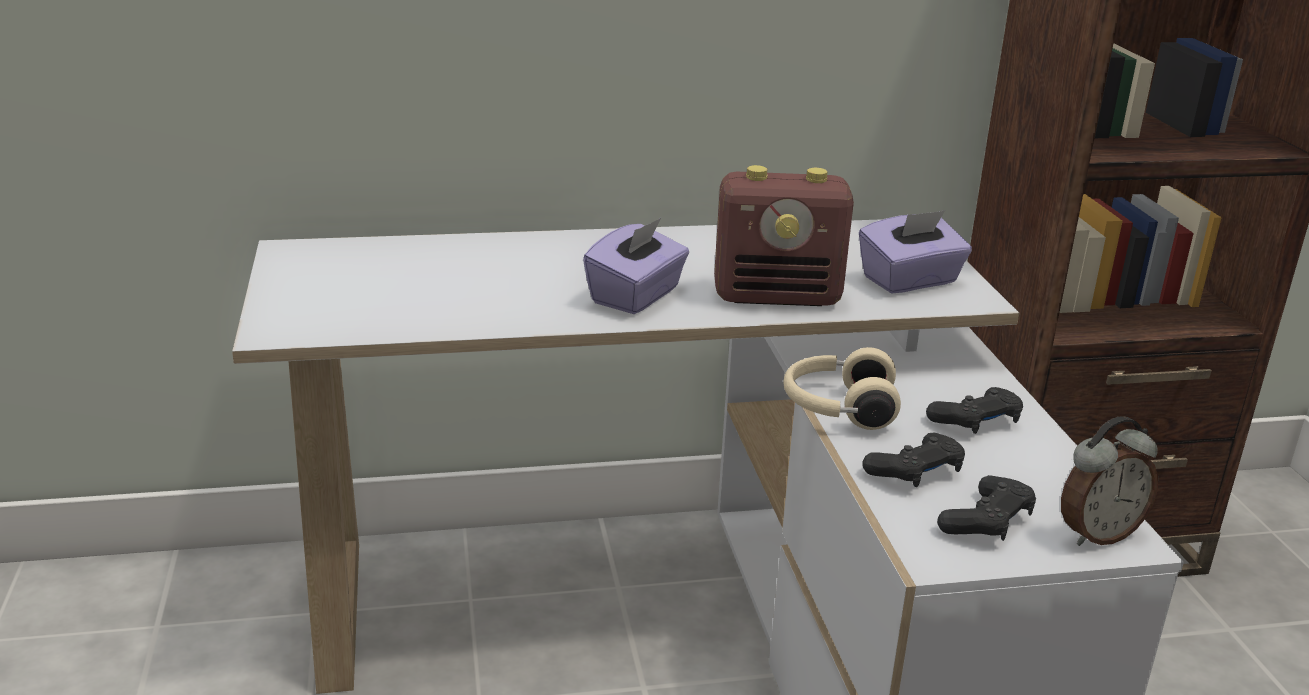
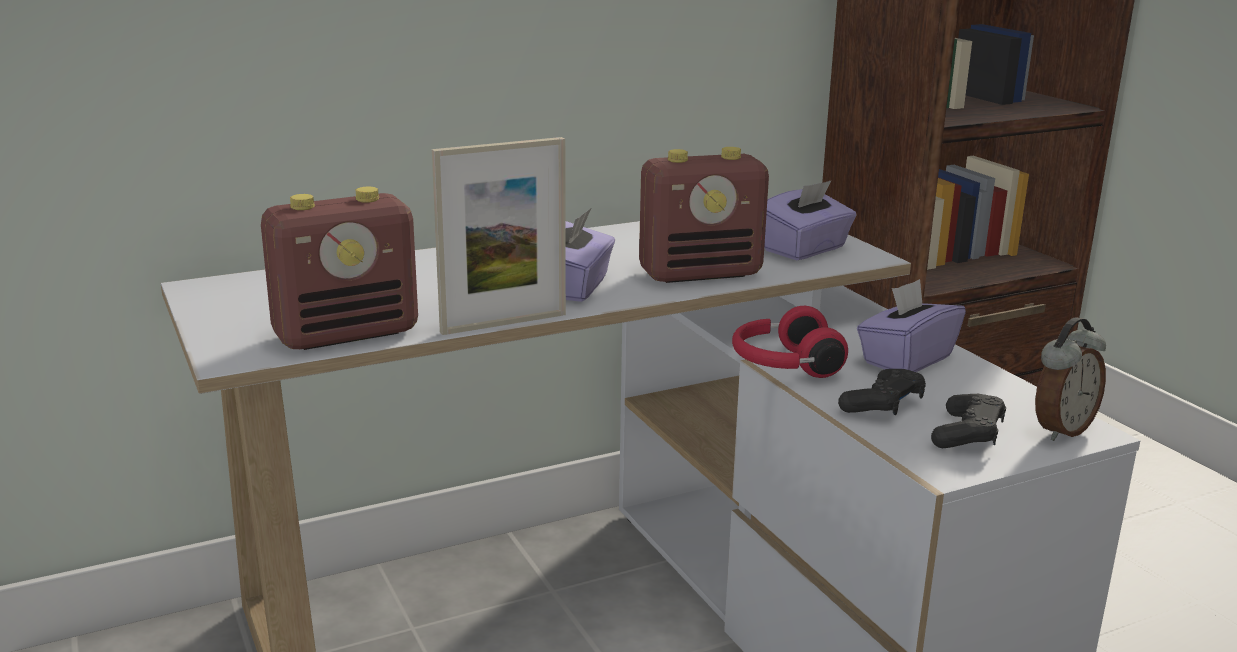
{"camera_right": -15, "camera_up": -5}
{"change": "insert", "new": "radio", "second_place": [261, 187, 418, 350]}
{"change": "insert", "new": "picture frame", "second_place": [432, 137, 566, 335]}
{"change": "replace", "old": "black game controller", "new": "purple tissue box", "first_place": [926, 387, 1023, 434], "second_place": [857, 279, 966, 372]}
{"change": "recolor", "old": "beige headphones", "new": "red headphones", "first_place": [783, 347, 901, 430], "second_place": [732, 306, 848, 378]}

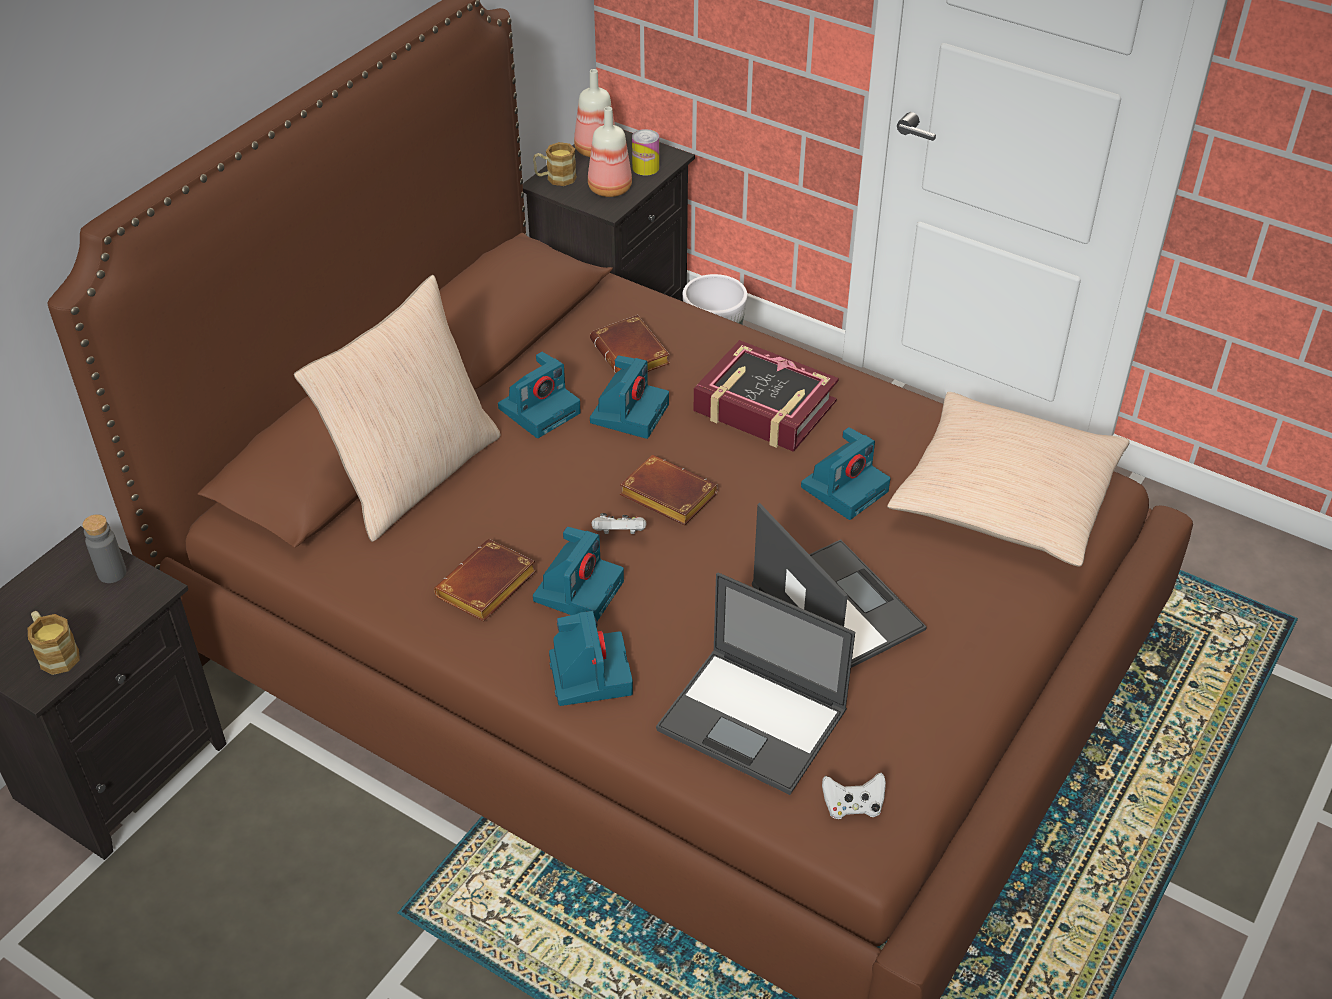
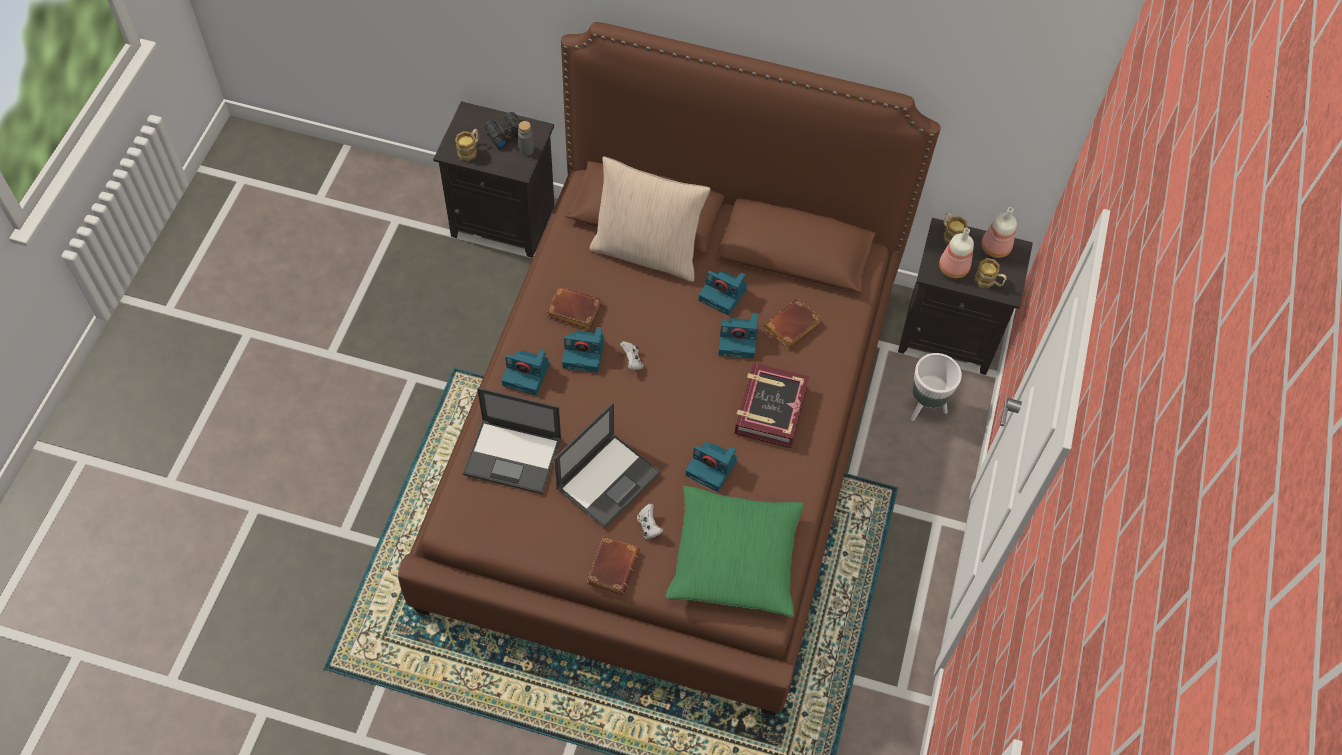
{"camera_right": 70, "camera_up": 15}
{"change": "insert", "new": "black binoculars", "second_place": [484, 112, 523, 149]}
{"change": "move", "old": "brown book", "first_place": [620, 455, 718, 525], "second_place": [587, 536, 640, 595]}
{"change": "move", "old": "white game controller", "first_place": [822, 773, 886, 819], "second_place": [637, 504, 664, 539]}
{"change": "replace", "old": "can", "new": "mug", "first_place": [632, 129, 659, 175], "second_place": [974, 258, 1006, 289]}
{"change": "recolor", "old": "beige pillow", "new": "green pillow", "first_place": [887, 392, 1130, 567], "second_place": [666, 486, 804, 617]}
{"change": "rotate", "old": "photo camera", "first_place": [549, 611, 633, 706], "second_place": [502, 349, 550, 395], "degrees": 45}
{"change": "rotate", "old": "laptop", "first_place": [656, 572, 855, 795], "second_place": [463, 387, 562, 494], "degrees": -90}

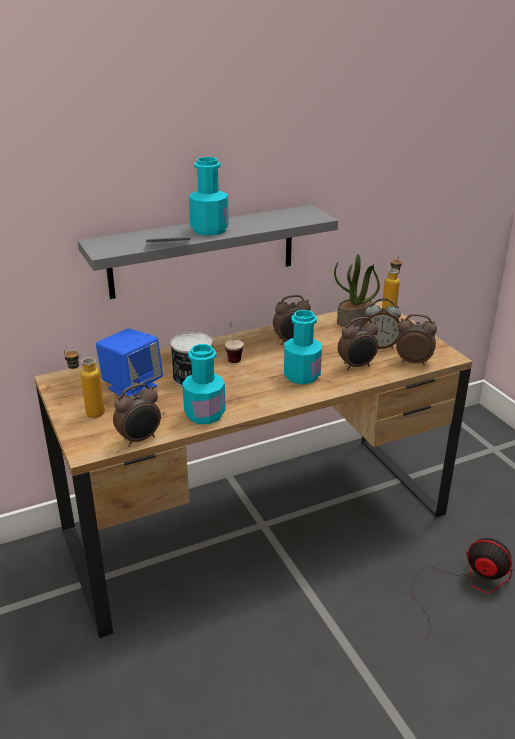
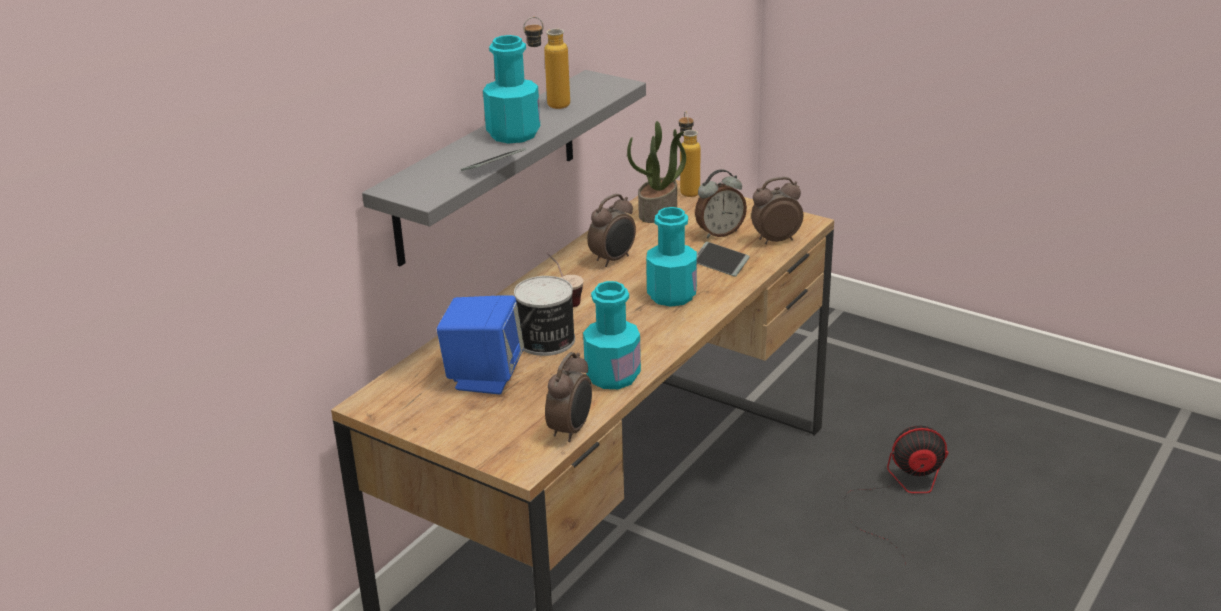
{"camera_right": -30, "camera_up": 0}
{"change": "move", "old": "bottle", "first_place": [64, 346, 105, 418], "second_place": [523, 17, 570, 109]}
{"change": "replace", "old": "alarm clock", "new": "phone", "first_place": [338, 317, 378, 370], "second_place": [697, 242, 750, 276]}

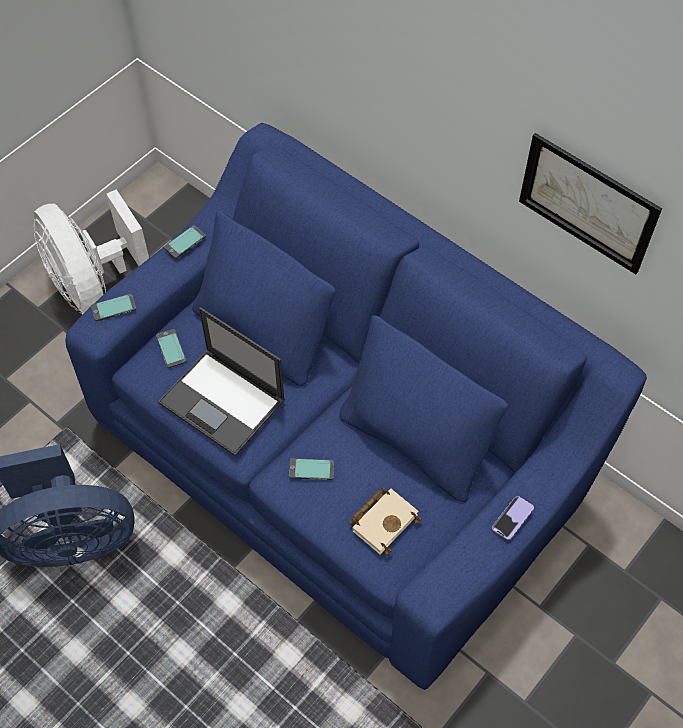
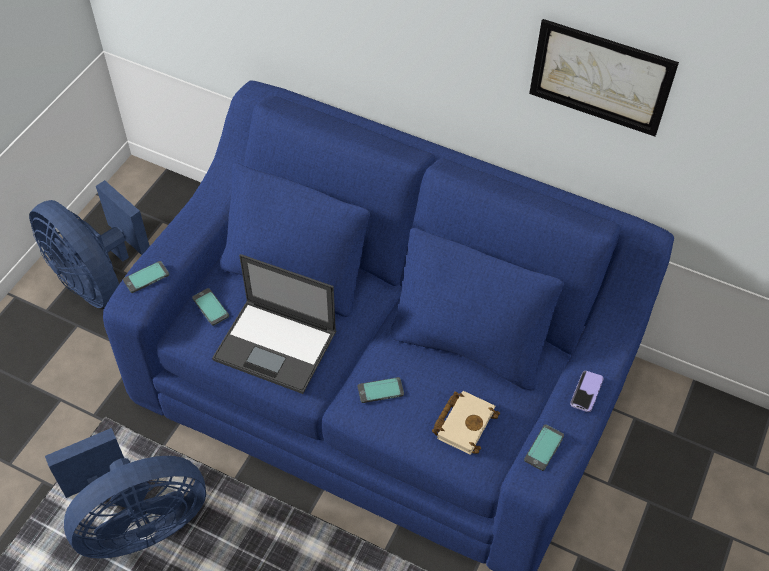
{"camera_right": -15, "camera_up": -5}
{"change": "move", "old": "phone", "first_place": [164, 225, 206, 259], "second_place": [524, 424, 564, 471]}
{"change": "recolor", "old": "white fan", "new": "blue fan", "first_place": [33, 189, 149, 315], "second_place": [29, 180, 150, 308]}

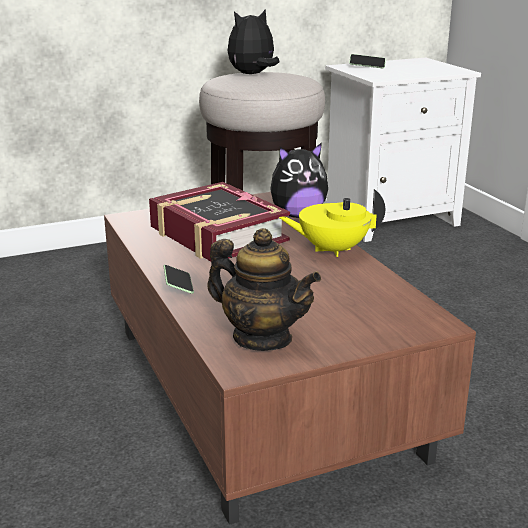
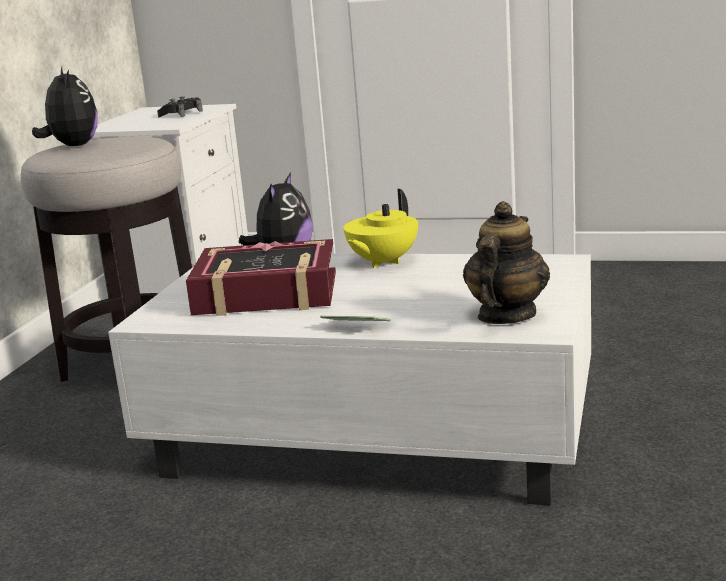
{"camera_right": -50, "camera_up": -5}
{"change": "delete", "old": "phone", "first_place": [349, 54, 386, 68]}
{"change": "insert", "new": "black game controller", "second_place": [157, 96, 203, 117]}
{"change": "recolor", "old": "brown coffee table", "new": "white coffee table", "first_place": [104, 192, 476, 525], "second_place": [108, 254, 591, 506]}
{"change": "rotate", "old": "teapot", "first_place": [207, 228, 321, 351], "second_place": [463, 201, 550, 324], "degrees": -45}
{"change": "rotate", "old": "plush toy", "first_place": [228, 10, 280, 74], "second_place": [32, 67, 98, 146], "degrees": 150}

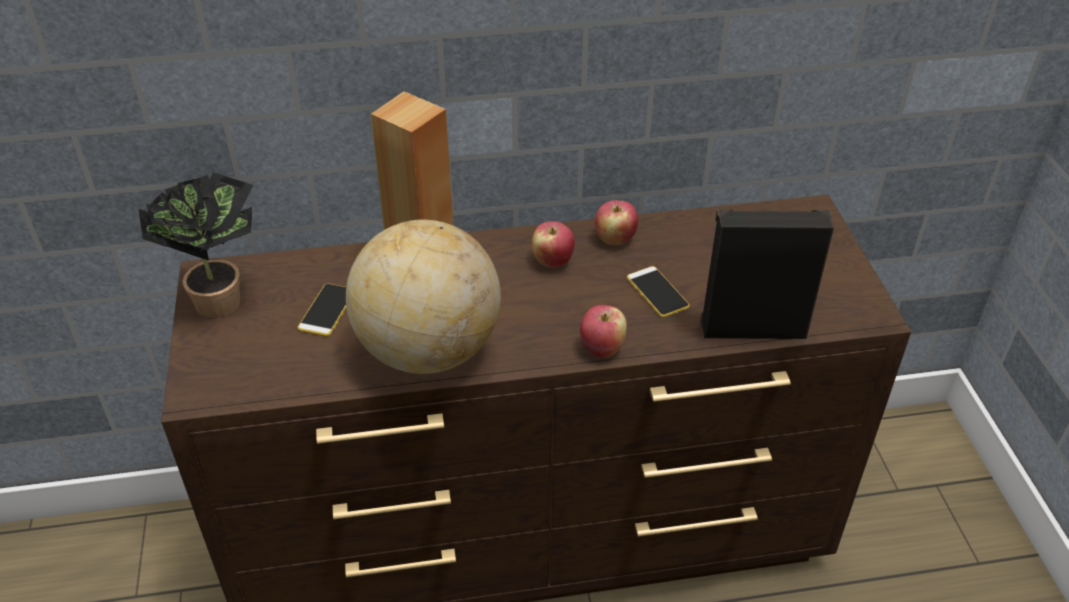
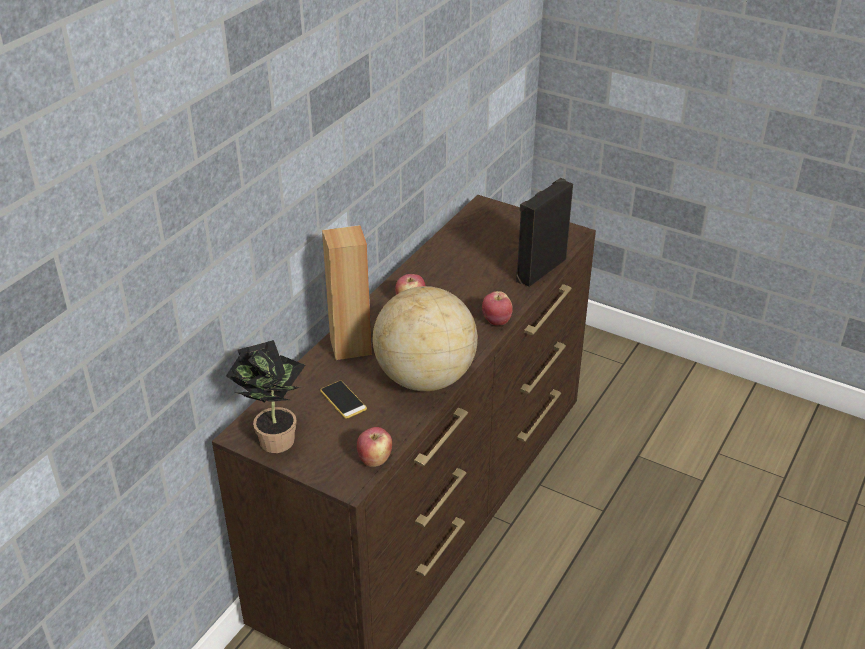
{"camera_right": -50, "camera_up": -5}
{"change": "delete", "old": "phone", "first_place": [627, 266, 690, 318]}
{"change": "move", "old": "apple", "first_place": [595, 200, 638, 245], "second_place": [357, 427, 392, 467]}

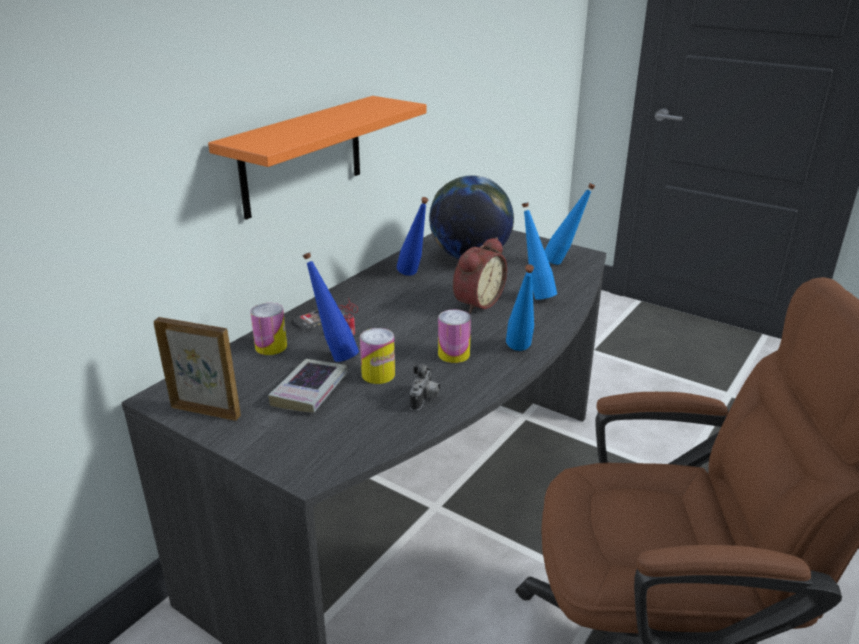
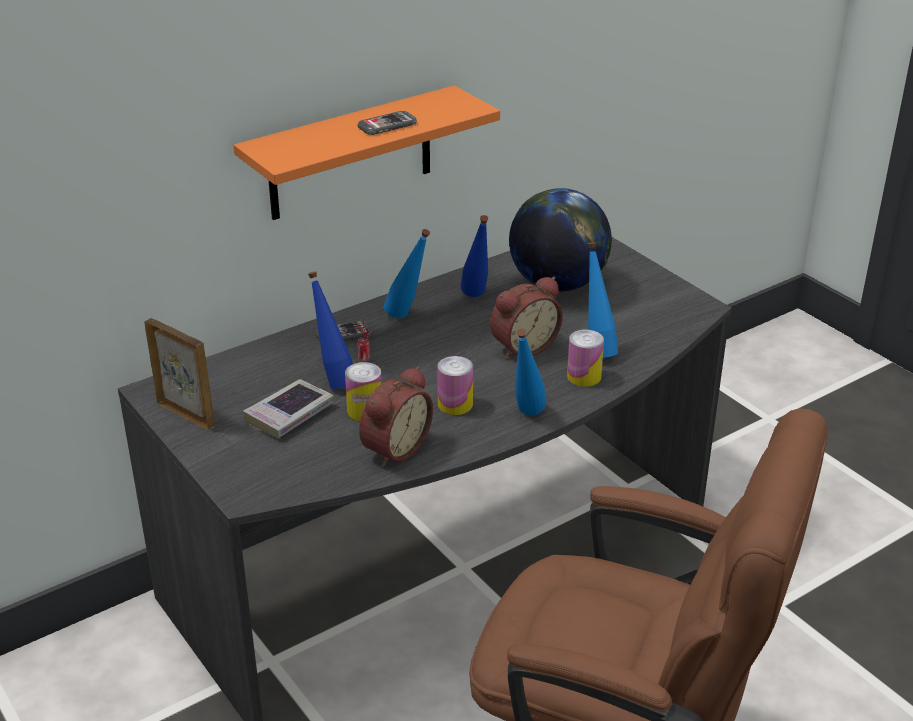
{"camera_right": 20, "camera_up": 5}
{"change": "insert", "new": "phone", "second_place": [357, 111, 417, 135]}
{"change": "move", "old": "can", "first_place": [250, 303, 287, 355], "second_place": [567, 330, 604, 387]}
{"change": "move", "old": "blue bottle", "first_place": [544, 183, 595, 265], "second_place": [384, 229, 430, 318]}
{"change": "replace", "old": "photo camera", "new": "alarm clock", "first_place": [410, 364, 440, 411], "second_place": [359, 366, 433, 467]}

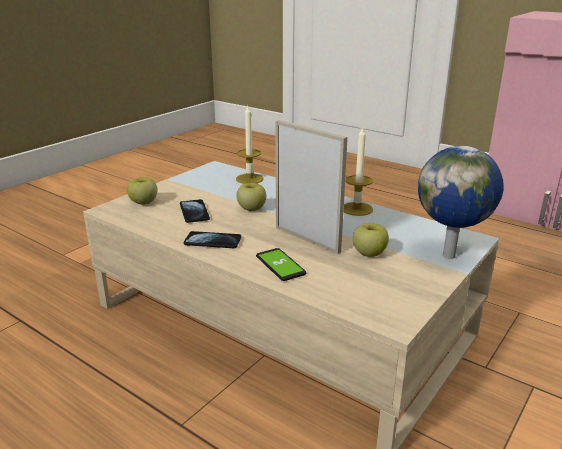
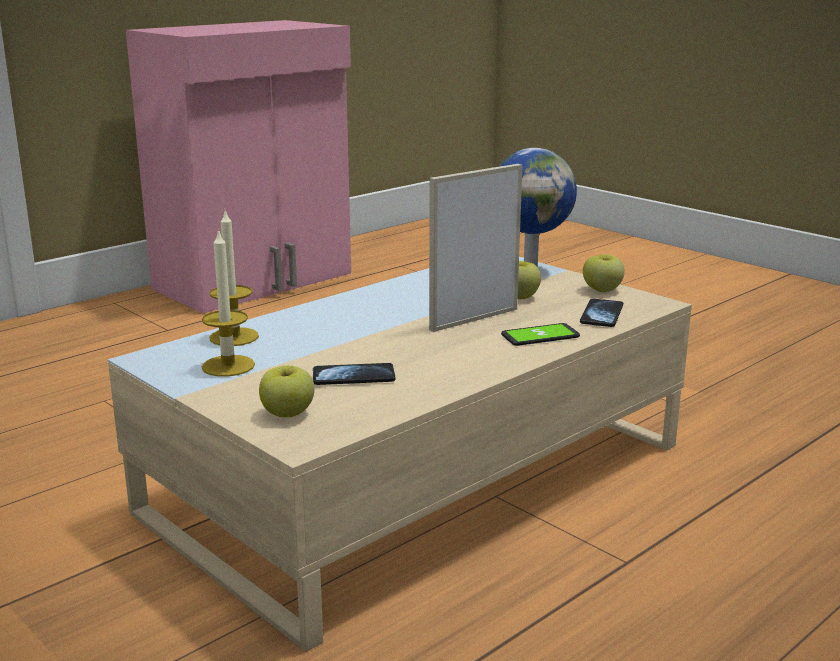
{"camera_right": -80, "camera_up": -5}
{"change": "move", "old": "phone", "first_place": [184, 231, 241, 248], "second_place": [580, 299, 623, 327]}
{"change": "move", "old": "apple", "first_place": [237, 183, 266, 211], "second_place": [583, 254, 625, 292]}
{"change": "move", "old": "candle", "first_place": [344, 126, 373, 216], "second_place": [202, 229, 255, 377]}

